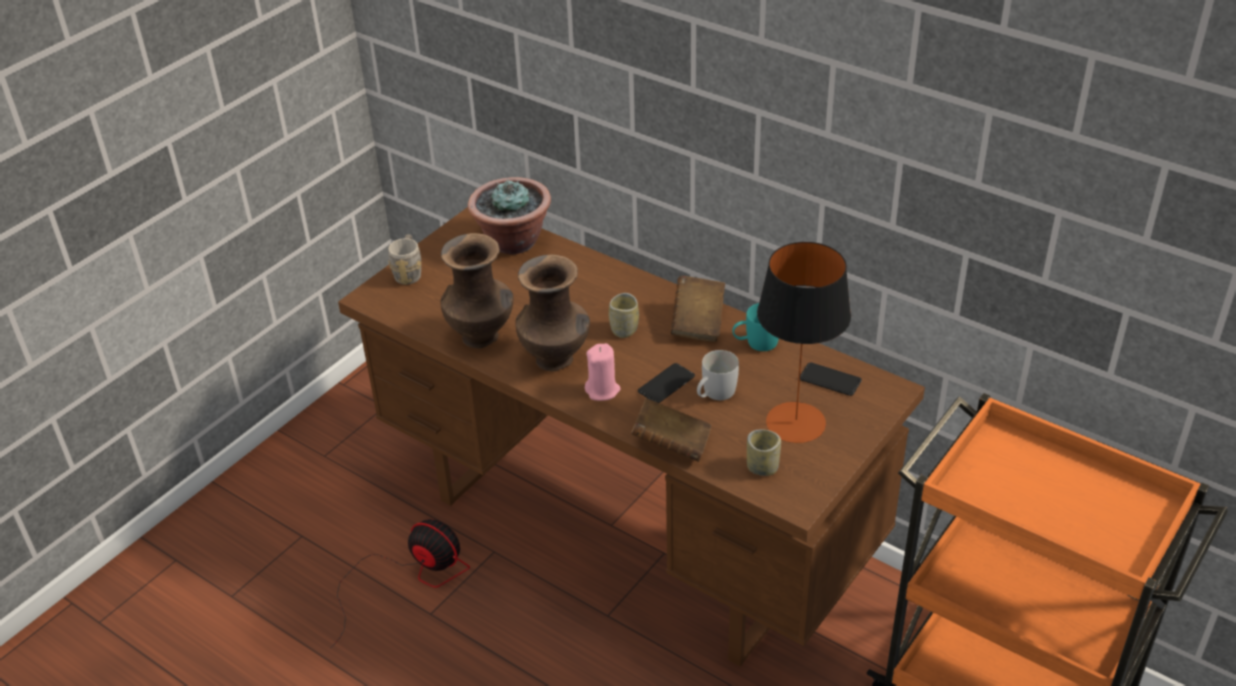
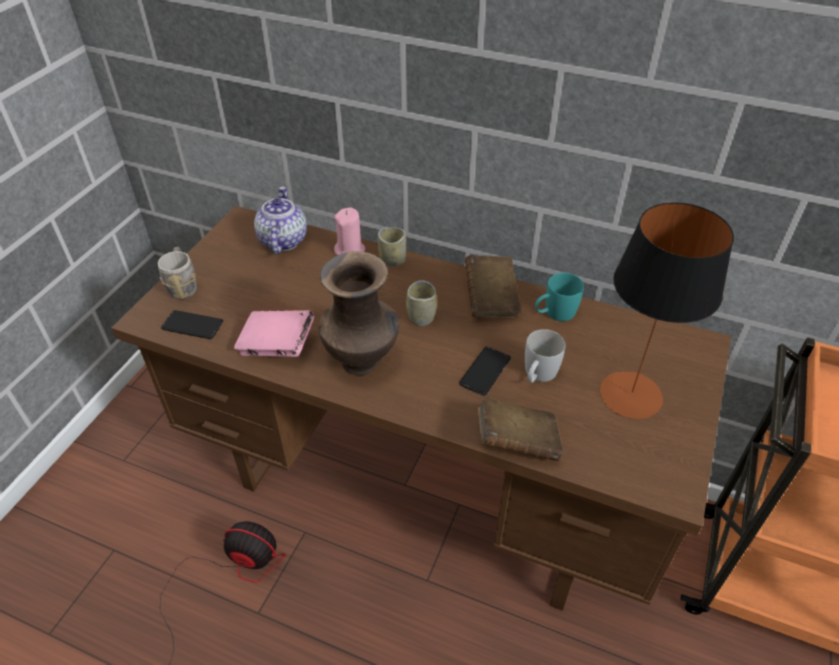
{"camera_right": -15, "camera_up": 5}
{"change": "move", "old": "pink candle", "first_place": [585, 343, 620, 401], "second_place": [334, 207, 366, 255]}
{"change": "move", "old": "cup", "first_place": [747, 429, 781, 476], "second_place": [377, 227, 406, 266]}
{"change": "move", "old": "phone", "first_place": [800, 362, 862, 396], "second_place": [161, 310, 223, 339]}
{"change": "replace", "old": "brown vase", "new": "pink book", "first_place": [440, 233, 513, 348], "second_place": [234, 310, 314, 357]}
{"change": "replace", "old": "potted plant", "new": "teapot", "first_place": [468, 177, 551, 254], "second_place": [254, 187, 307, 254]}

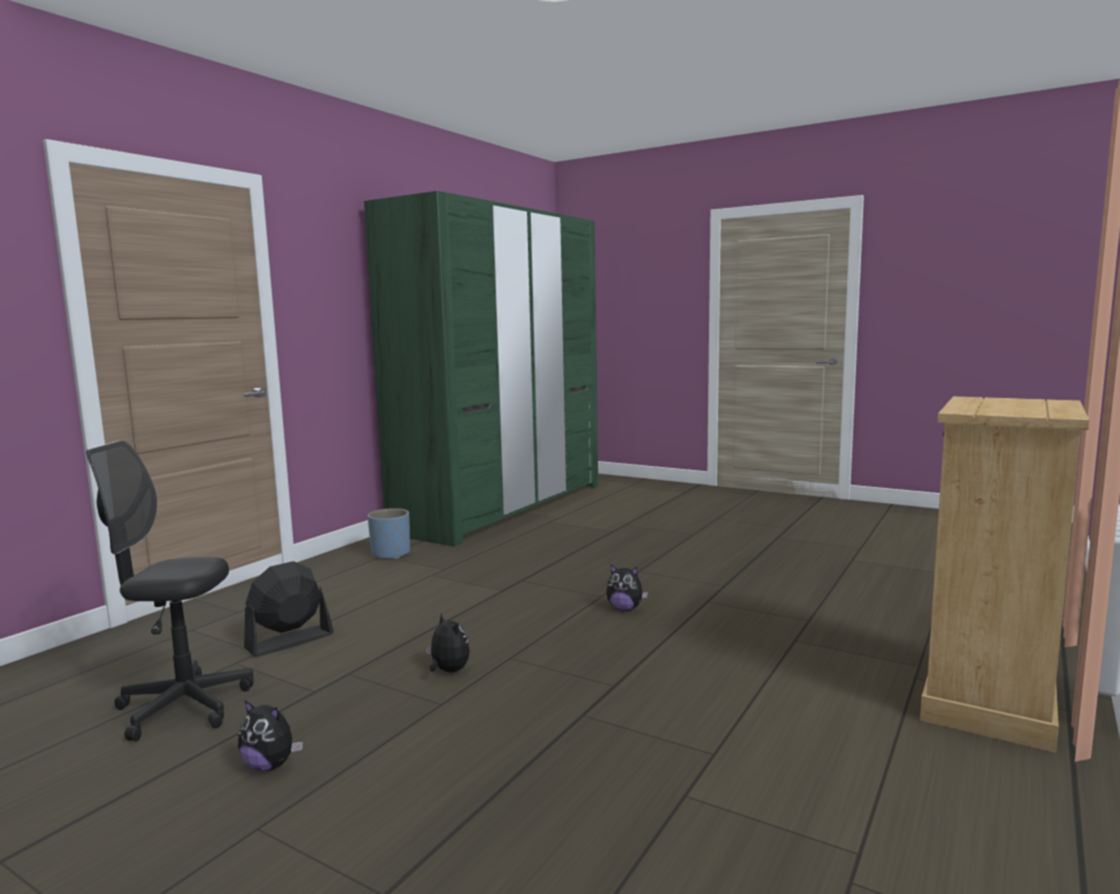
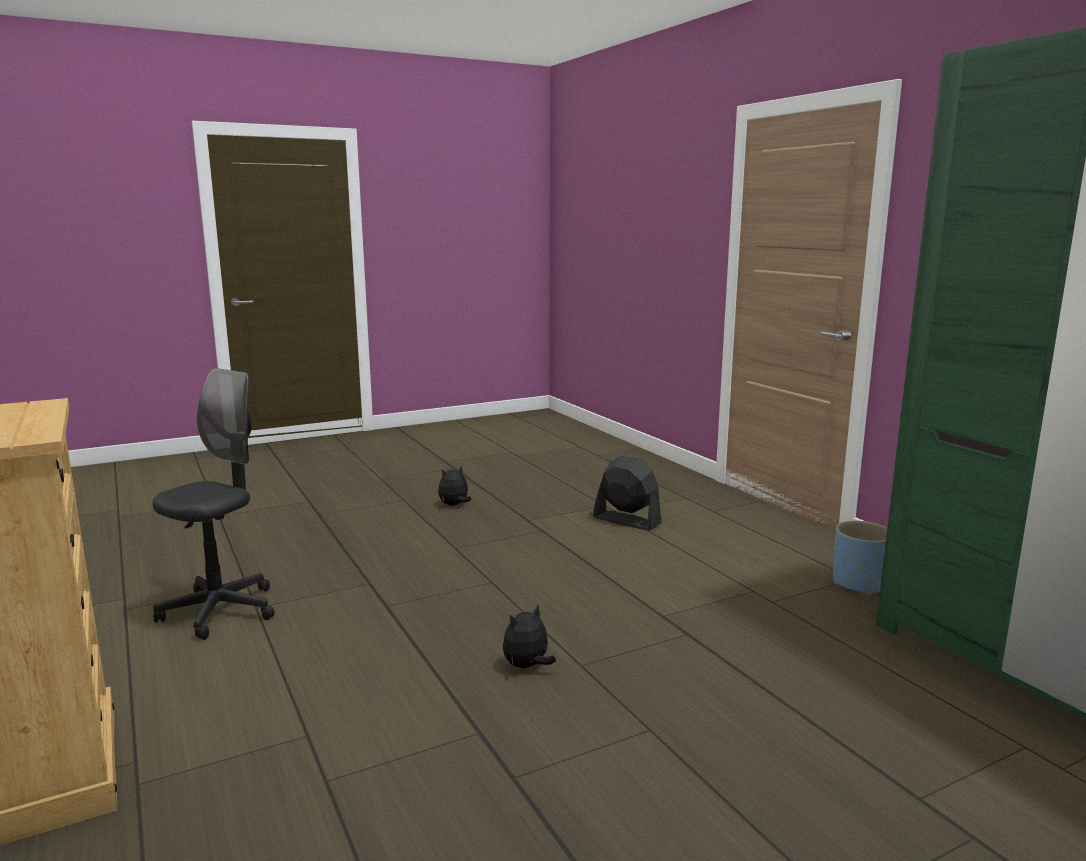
{"camera_right": 120, "camera_up": 5}
{"change": "delete", "old": "plush toy", "first_place": [426, 613, 470, 673]}
{"change": "move", "old": "black office chair", "first_place": [86, 440, 254, 742], "second_place": [152, 368, 275, 640]}
{"change": "rotate", "old": "black fan", "first_place": [244, 561, 334, 657], "second_place": [593, 455, 662, 531], "degrees": -45}

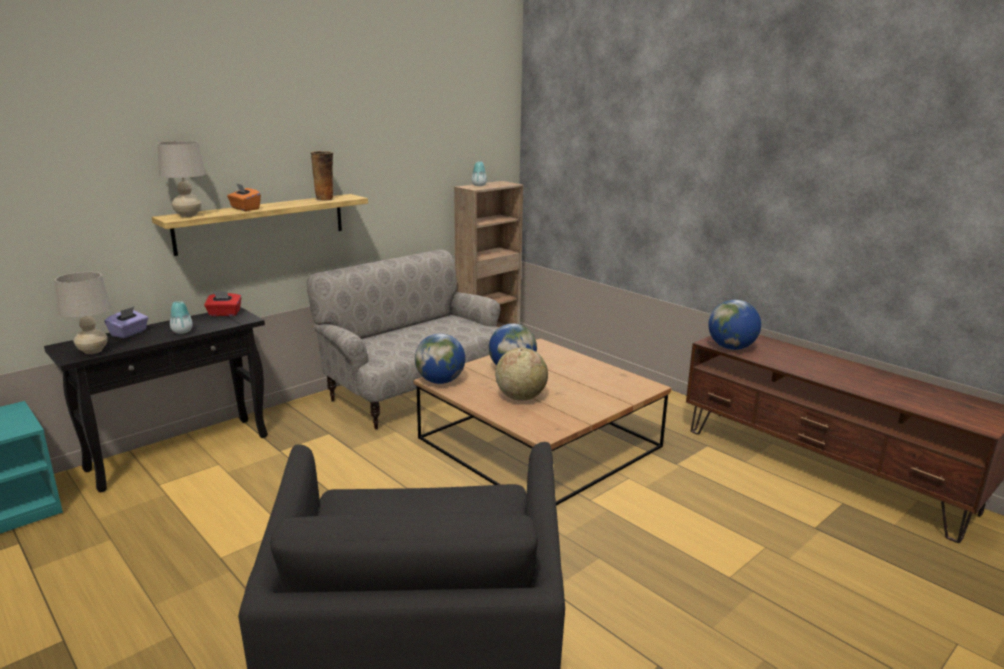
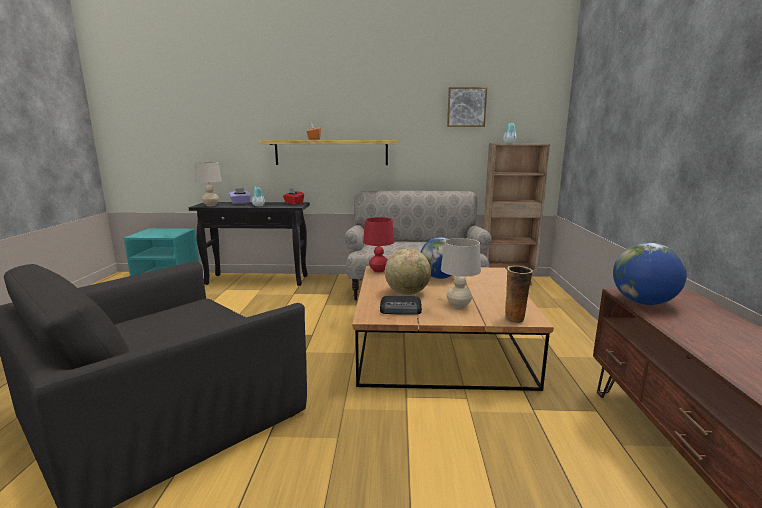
{"camera_right": 45, "camera_up": -5}
{"change": "insert", "new": "radio", "second_place": [380, 296, 422, 315]}
{"change": "insert", "new": "picture", "second_place": [447, 87, 487, 127]}
{"change": "move", "old": "beige table lamp", "first_place": [158, 141, 205, 217], "second_place": [441, 238, 481, 308]}
{"change": "move", "old": "vase", "first_place": [311, 151, 334, 201], "second_place": [504, 266, 533, 323]}
{"change": "replace", "old": "globe", "new": "red table lamp", "first_place": [415, 333, 465, 384], "second_place": [363, 217, 394, 272]}

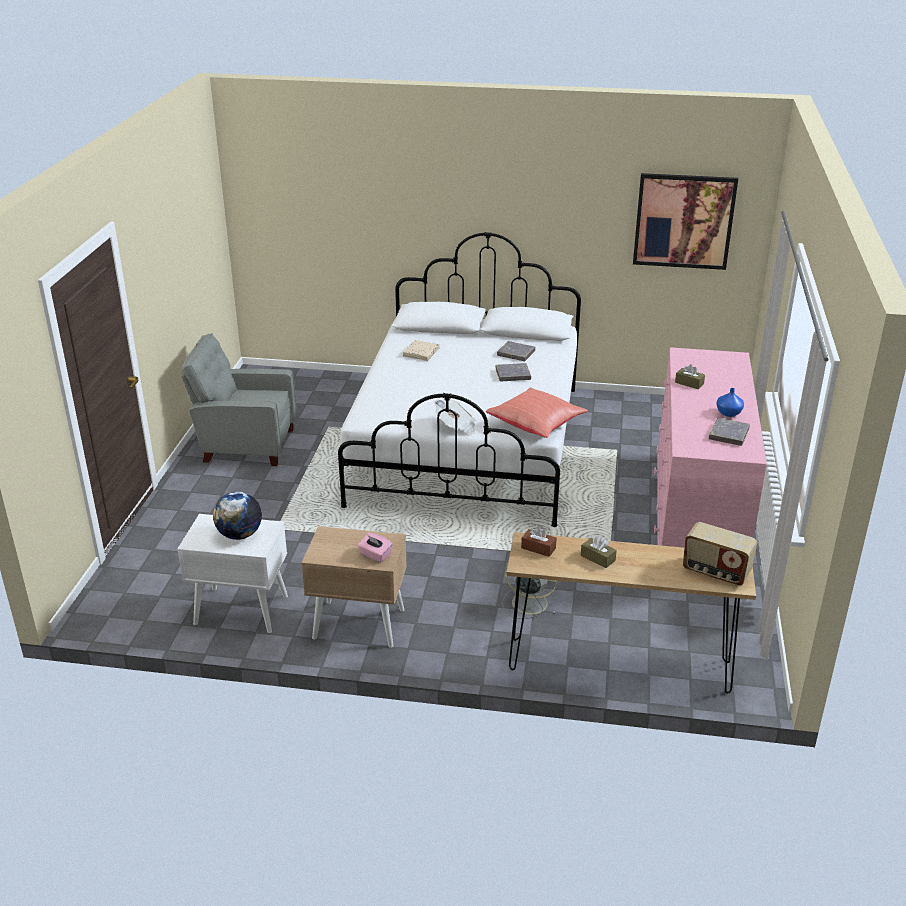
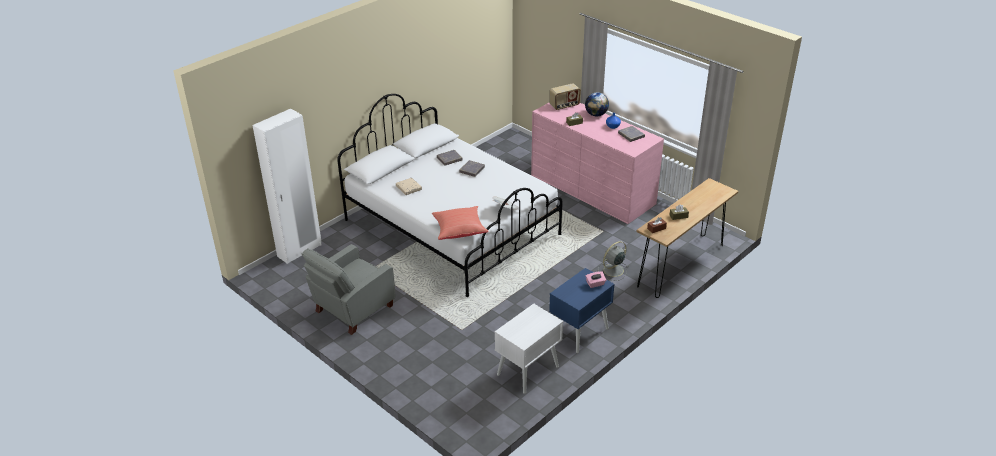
{"camera_right": -55, "camera_up": 5}
{"change": "delete", "old": "picture", "first_place": [633, 173, 738, 270]}
{"change": "insert", "new": "white wardrobe", "second_place": [253, 109, 321, 264]}
{"change": "move", "old": "globe", "first_place": [213, 492, 262, 540], "second_place": [585, 92, 609, 116]}
{"change": "move", "old": "red pillow", "first_place": [486, 387, 588, 438], "second_place": [431, 206, 489, 240]}
{"change": "move", "old": "radio", "first_place": [683, 522, 757, 585], "second_place": [549, 83, 581, 110]}
{"change": "recolor", "old": "beige nightstand", "new": "blue nightstand", "first_place": [302, 526, 407, 648], "second_place": [549, 268, 615, 353]}

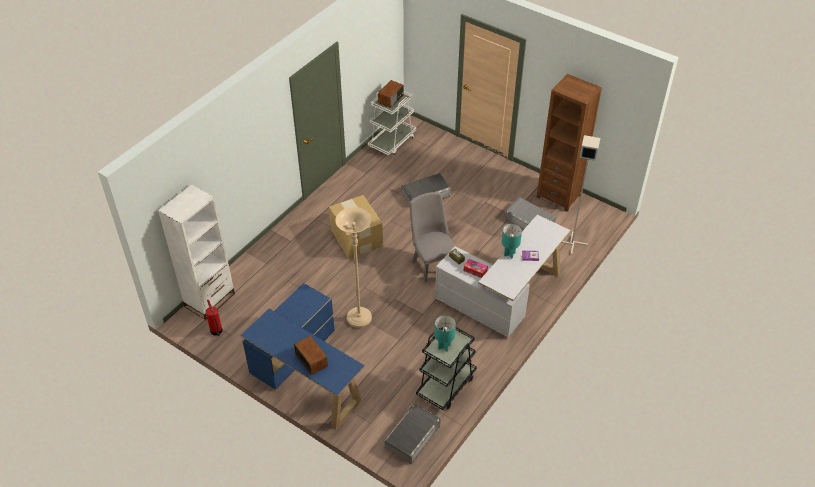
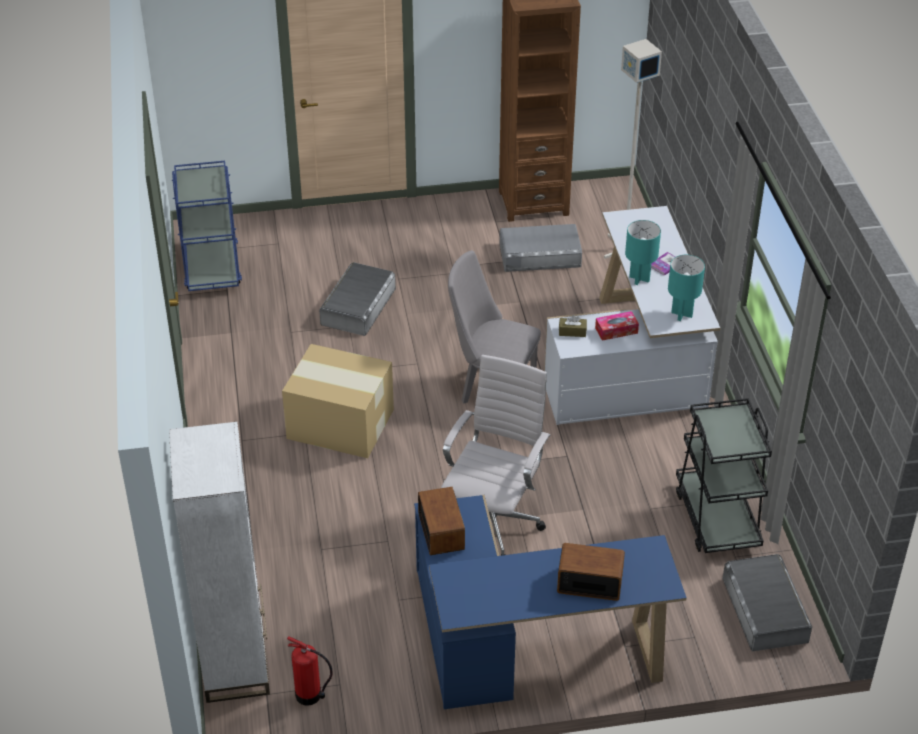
{"camera_right": -45, "camera_up": -5}
{"change": "move", "old": "radio", "first_place": [378, 80, 404, 108], "second_place": [418, 487, 465, 555]}
{"change": "move", "old": "turquoise table lamp", "first_place": [434, 315, 456, 352], "second_place": [668, 255, 705, 321]}
{"change": "replace", "old": "beige floor lamp", "new": "white office chair", "first_place": [335, 207, 372, 328], "second_place": [441, 355, 550, 556]}
{"change": "recolor", "old": "white cart", "new": "blue cart", "first_place": [368, 91, 416, 155], "second_place": [172, 161, 242, 291]}

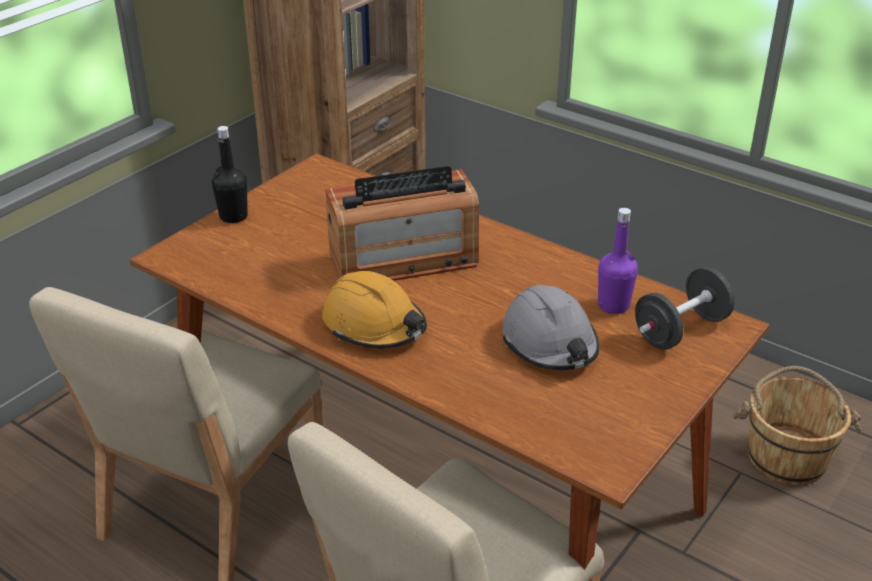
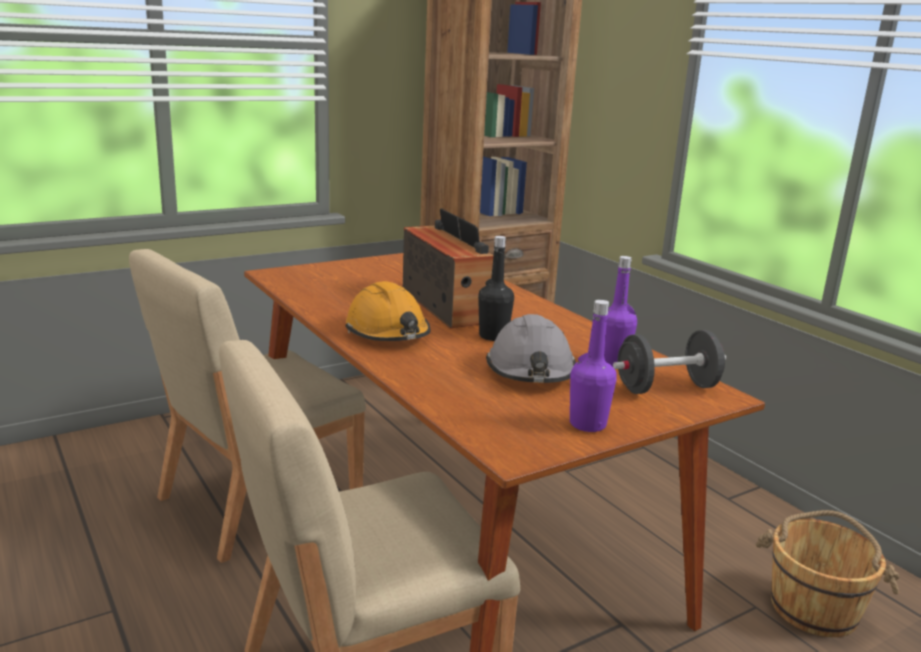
{"camera_right": 20, "camera_up": -15}
{"change": "insert", "new": "purple bottle", "second_place": [570, 300, 617, 432]}
{"change": "move", "old": "black bottle", "first_place": [212, 126, 248, 223], "second_place": [478, 236, 514, 341]}
{"change": "rotate", "old": "radio", "first_place": [325, 166, 479, 281], "second_place": [403, 208, 494, 328], "degrees": -120}

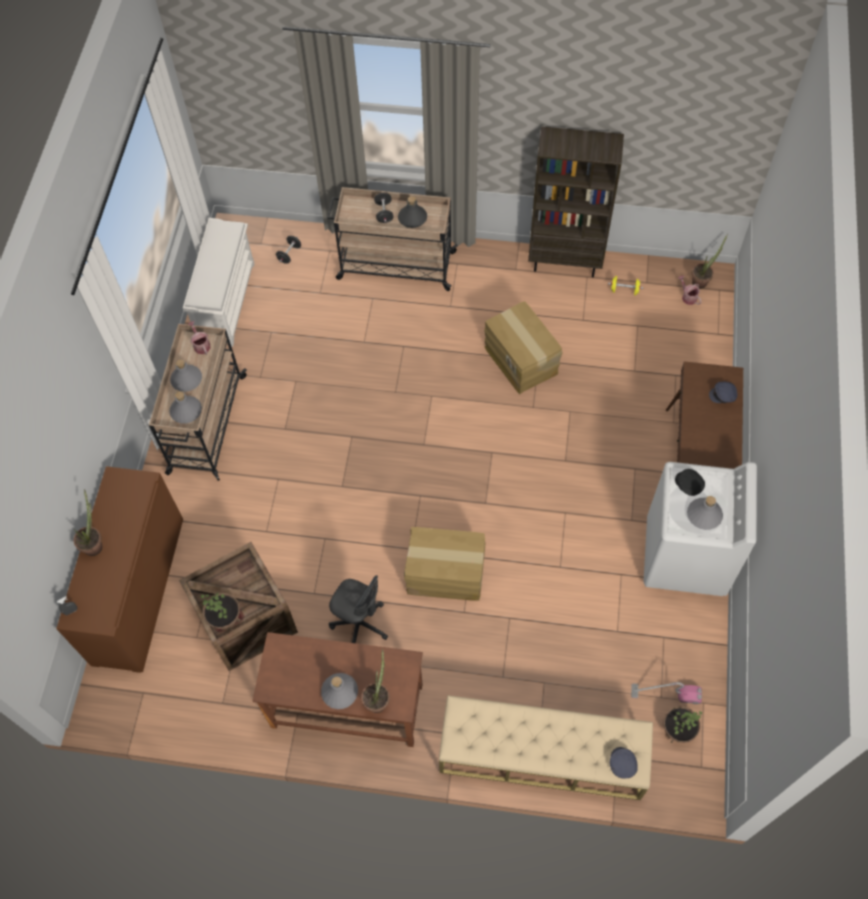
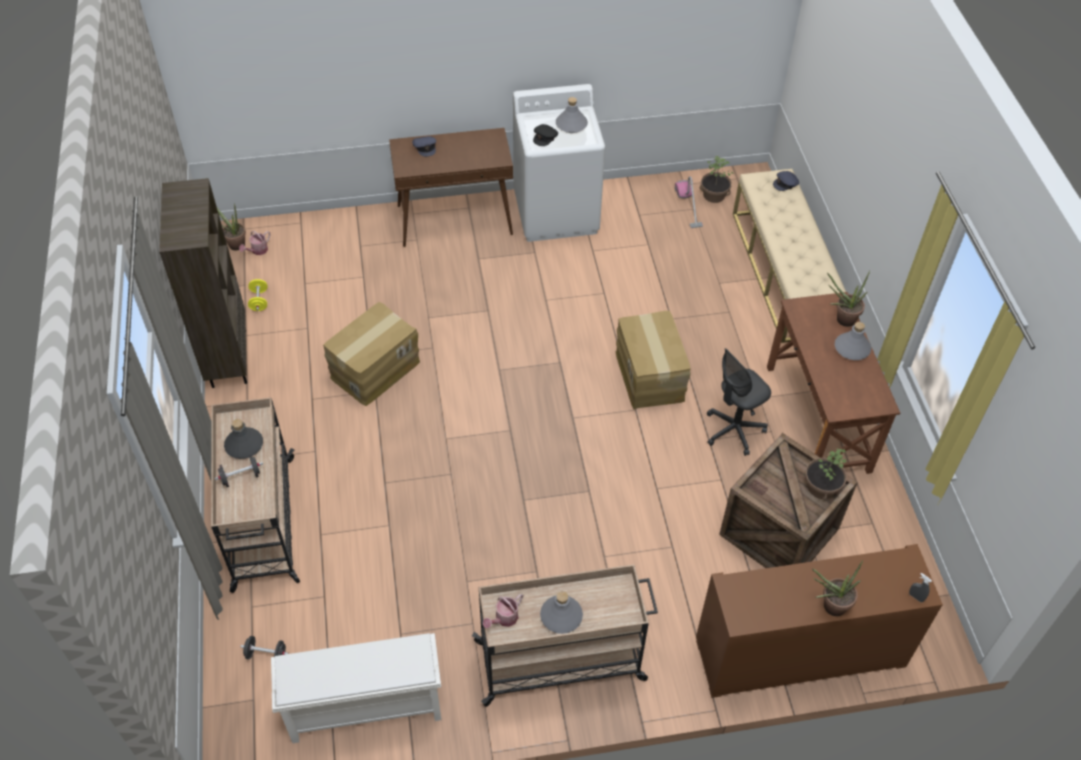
{"camera_right": -110, "camera_up": -10}
{"change": "delete", "old": "grey bottle", "first_place": [169, 391, 202, 424]}
{"change": "rotate", "old": "grey office chair", "first_place": [329, 575, 388, 643], "second_place": [707, 348, 771, 456], "degrees": -135}

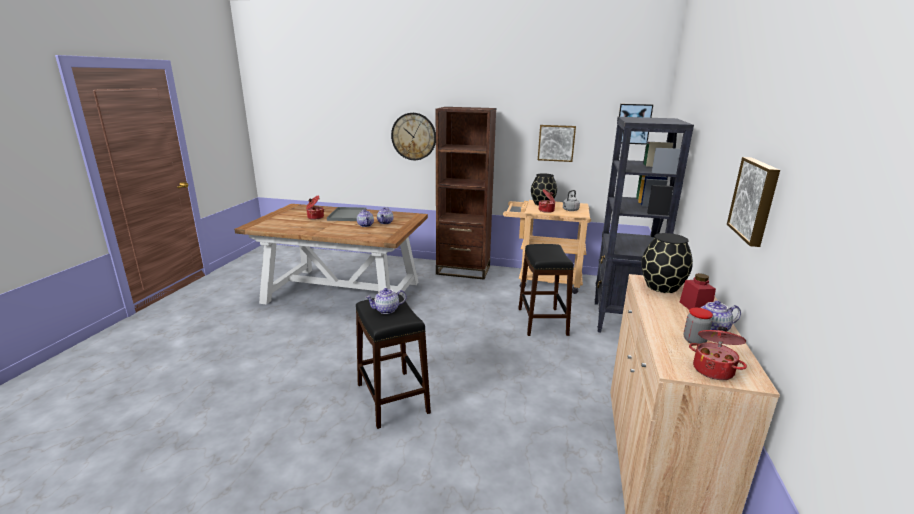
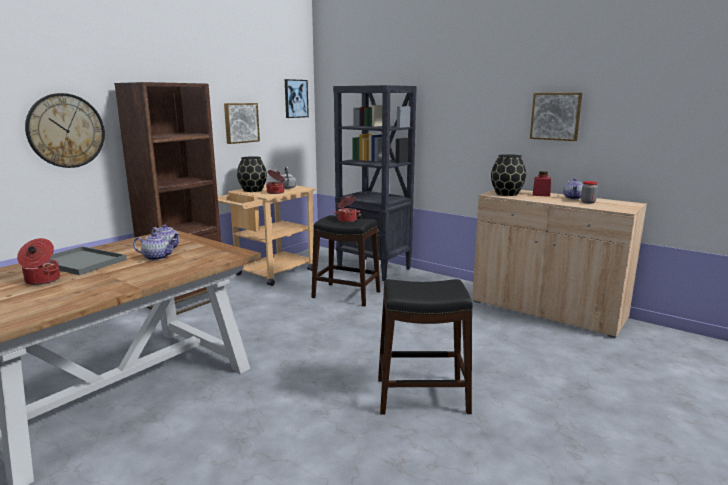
{"camera_right": -65, "camera_up": -5}
{"change": "delete", "old": "teapot", "first_place": [365, 288, 406, 314]}
{"change": "move", "old": "cooking pot", "first_place": [689, 326, 747, 380], "second_place": [334, 196, 360, 222]}

